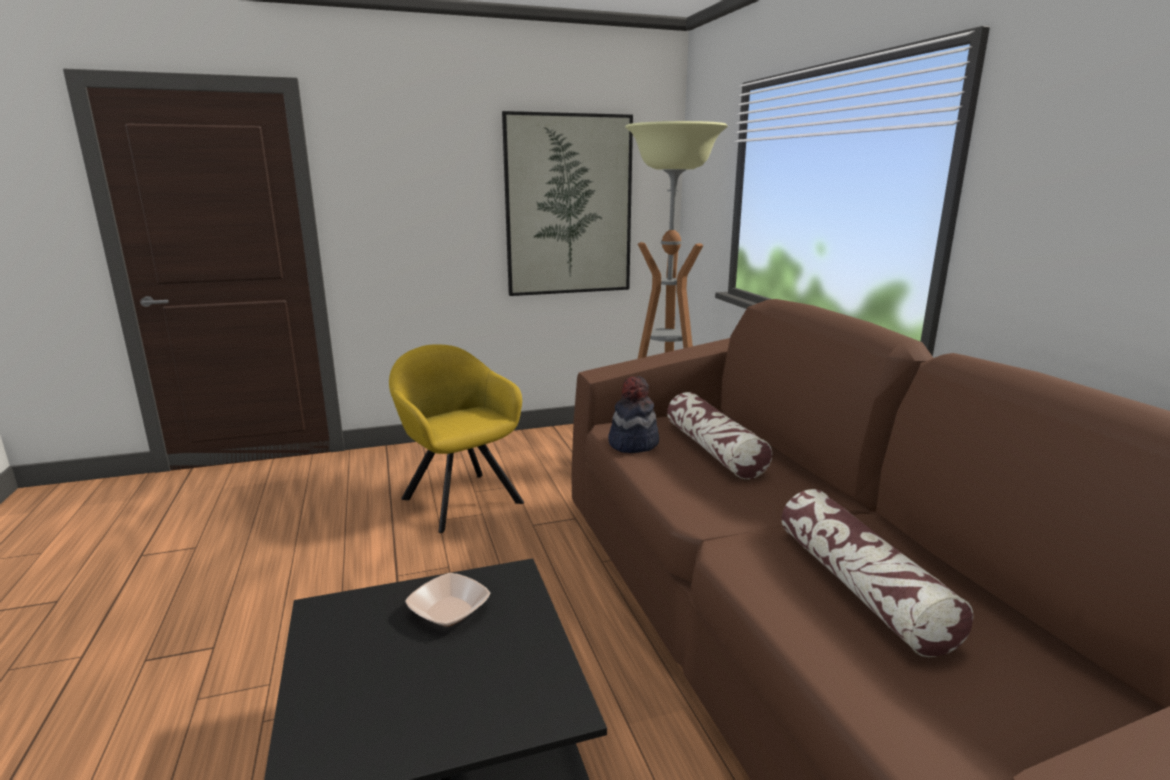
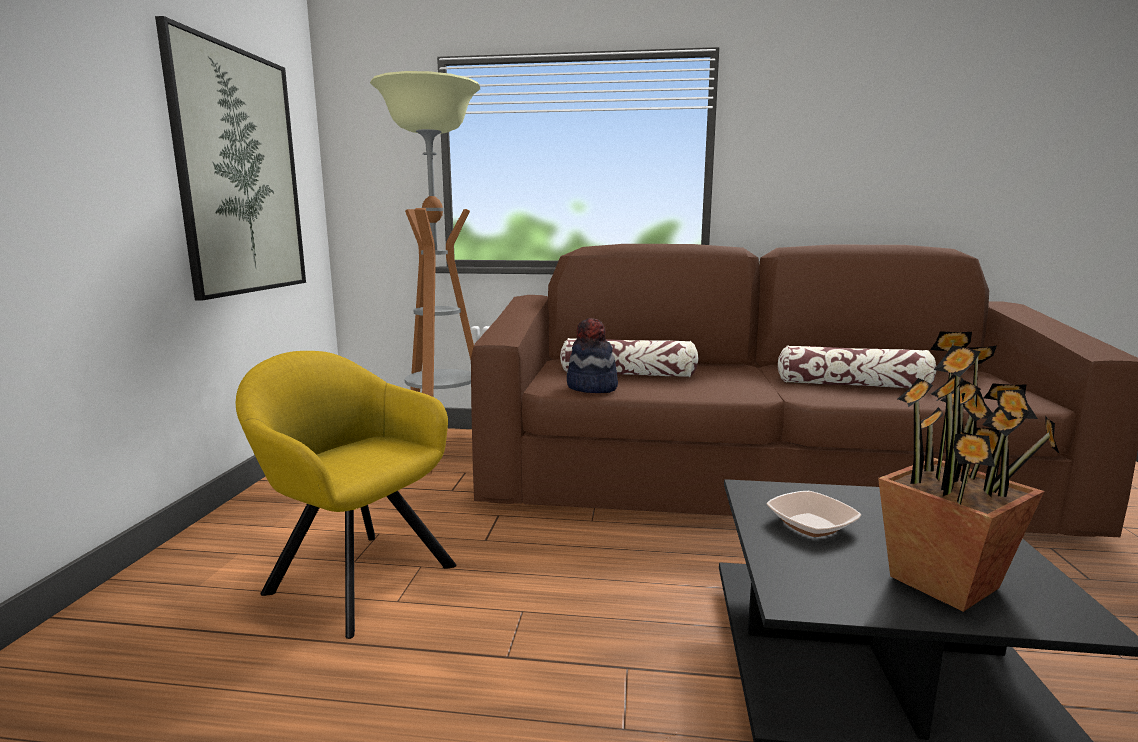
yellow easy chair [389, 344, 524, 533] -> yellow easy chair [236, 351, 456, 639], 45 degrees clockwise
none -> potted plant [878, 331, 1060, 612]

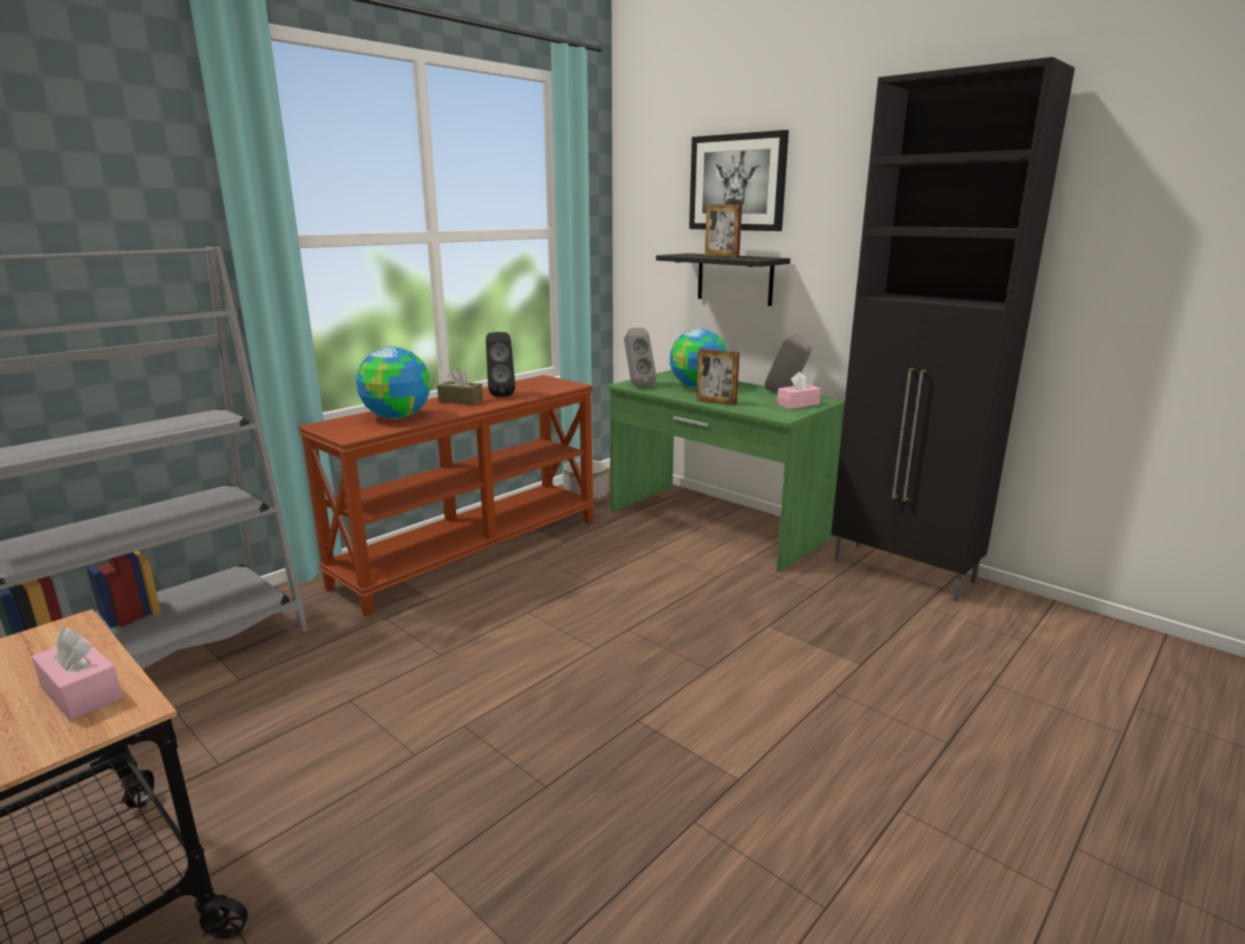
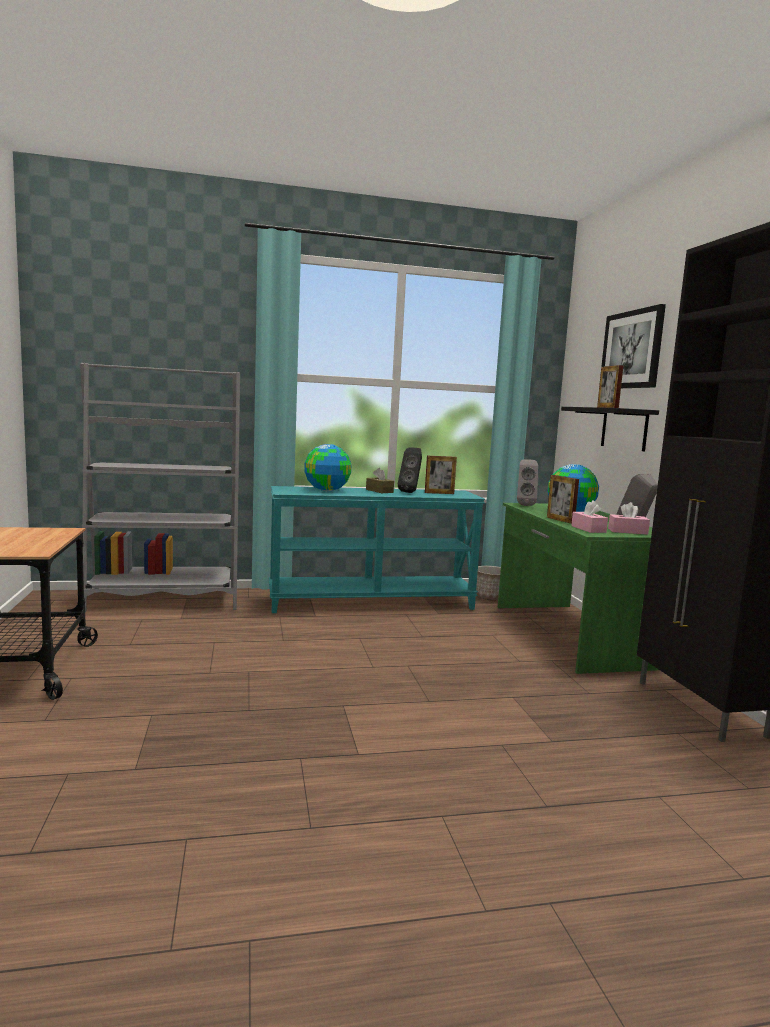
pink-coloured tissue box [32, 627, 123, 720] -> pink-coloured tissue box [571, 500, 608, 533], relocated
brown-coloured narrow table [297, 375, 595, 617] -> blue-green narrow table [269, 486, 485, 613]
none -> photo frame [425, 456, 457, 494]

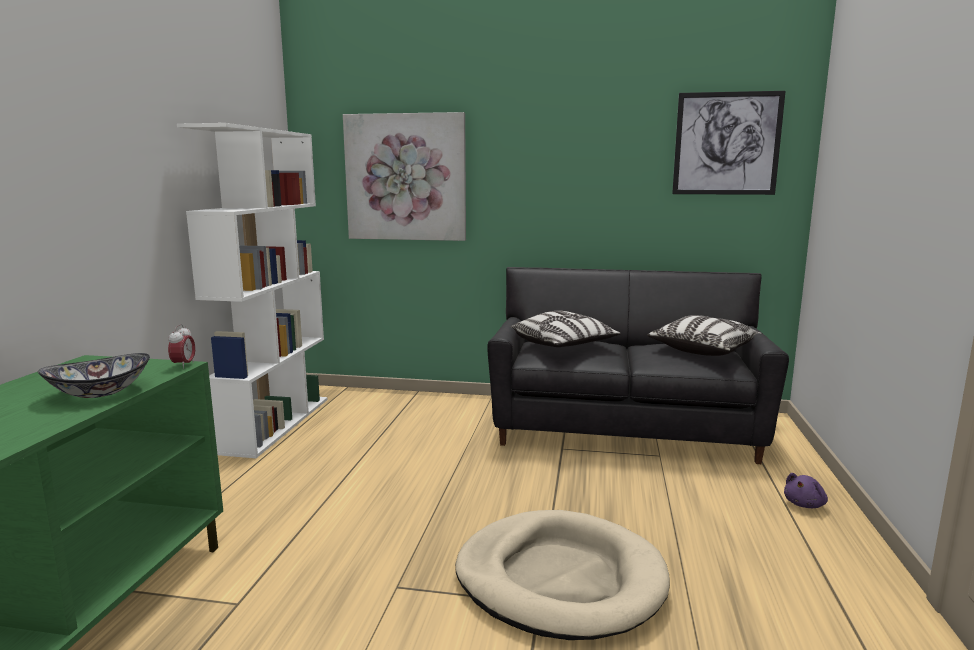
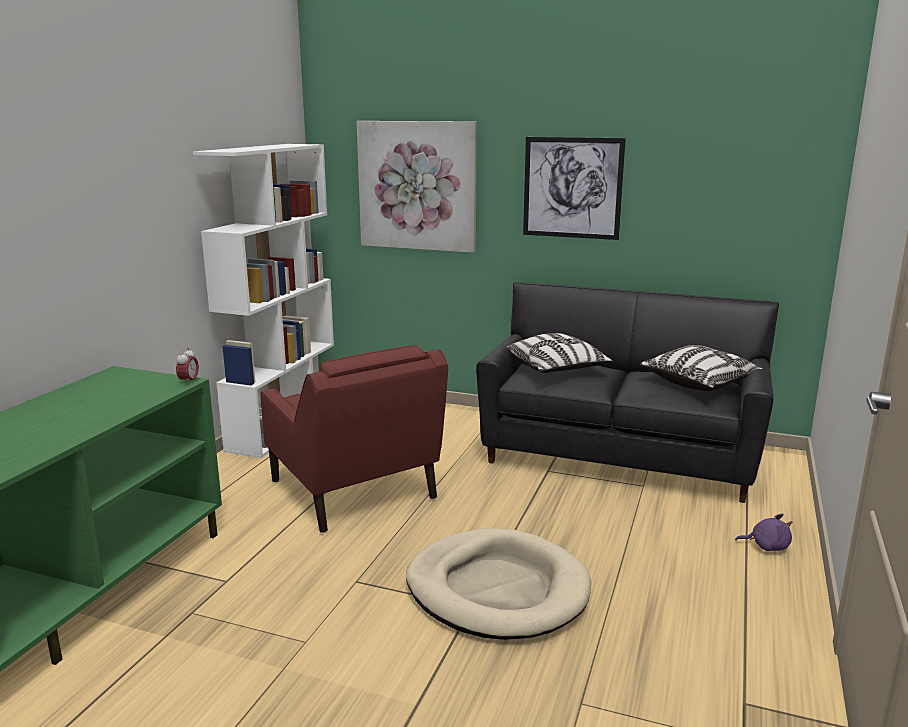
serving bowl [38, 353, 150, 398] -> none
wall picture [672, 91, 786, 195] -> wall picture [523, 137, 626, 240], relocated
purple plush toy [784, 473, 828, 508] -> purple plush toy [735, 513, 792, 551], 135 degrees counterclockwise
none -> red easy chair [260, 345, 448, 533]

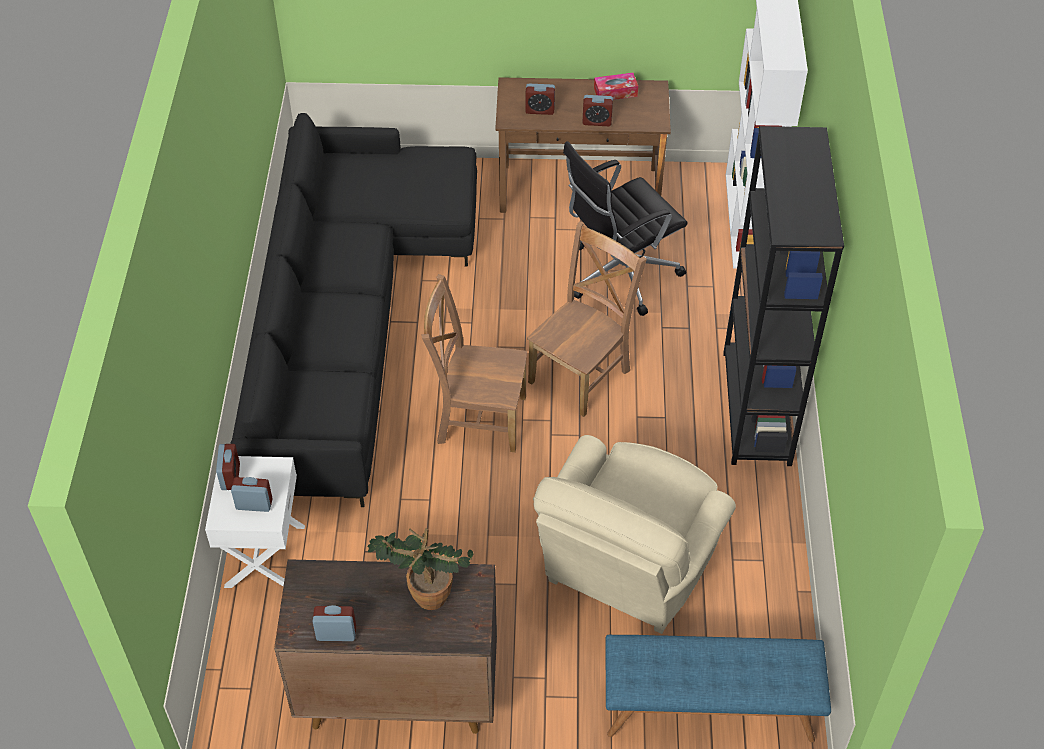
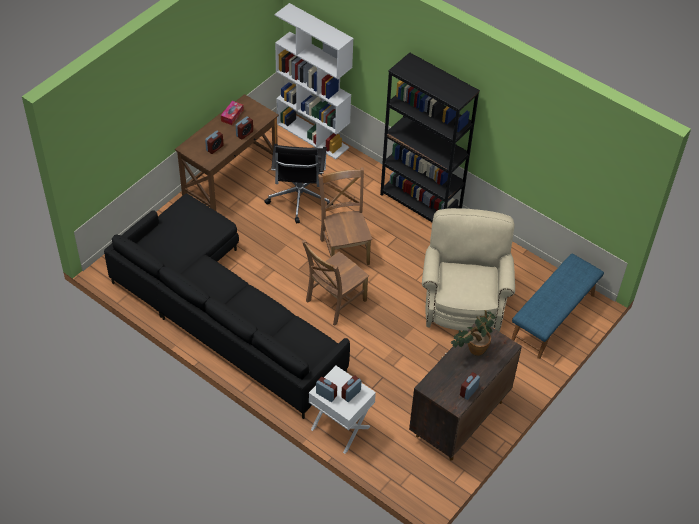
beige easy chair [533, 435, 736, 634] -> beige easy chair [422, 208, 515, 331], 150 degrees counterclockwise

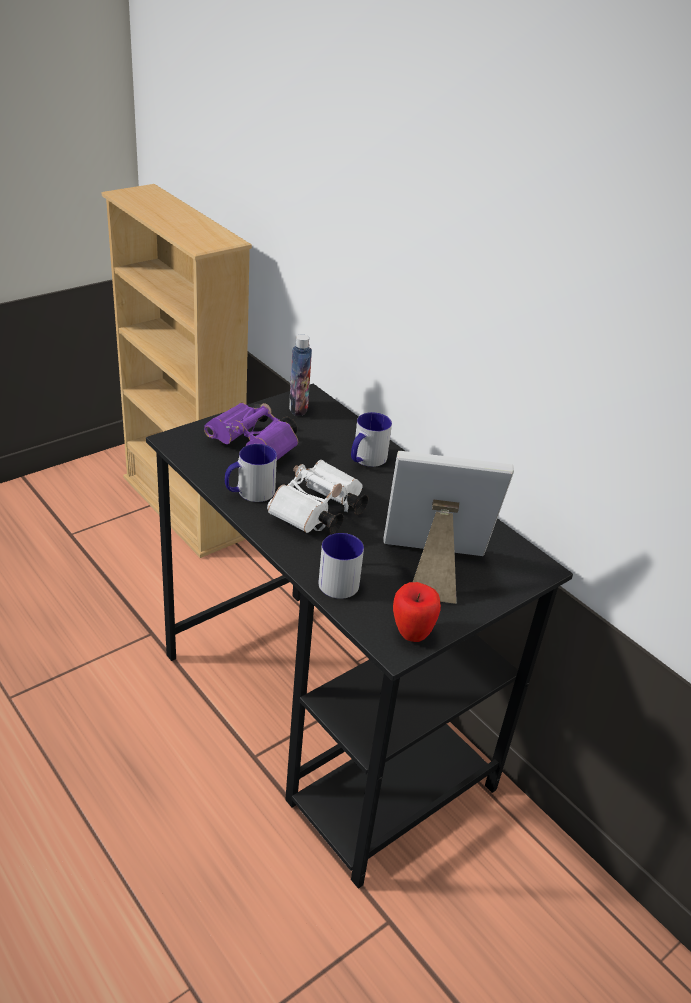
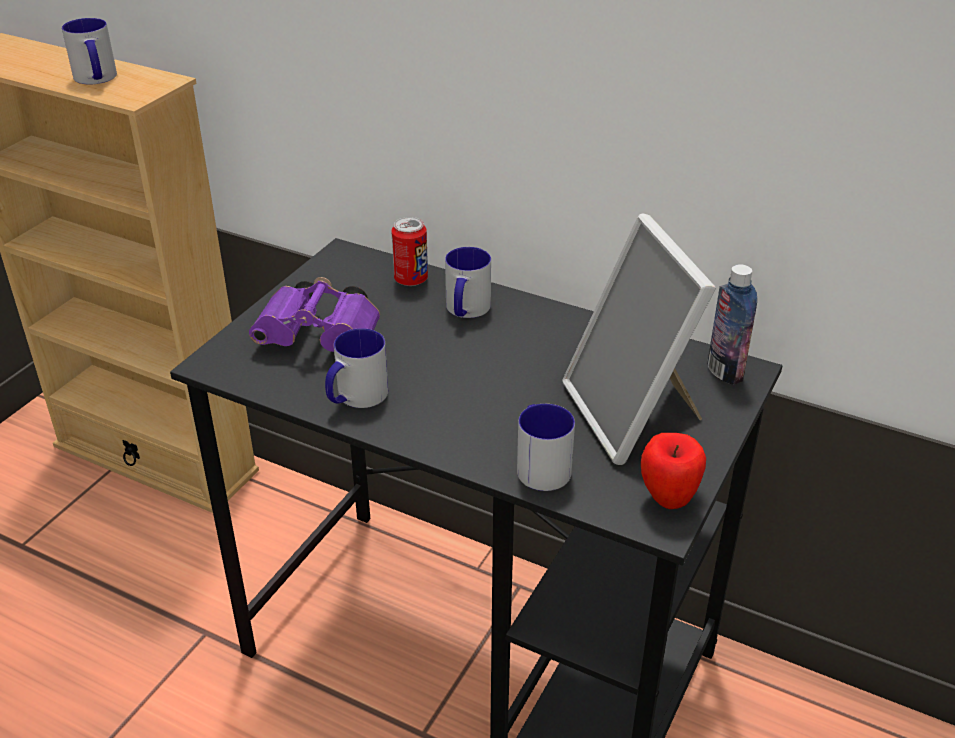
white-coloured binoculars [267, 460, 368, 534] -> none
bottle [289, 334, 312, 416] -> bottle [707, 264, 757, 385], relocated
photo frame [383, 451, 514, 604] -> photo frame [562, 214, 716, 465], 90 degrees counterclockwise
none -> coffee mug [62, 18, 117, 85]
none -> sealed can [391, 217, 428, 286]

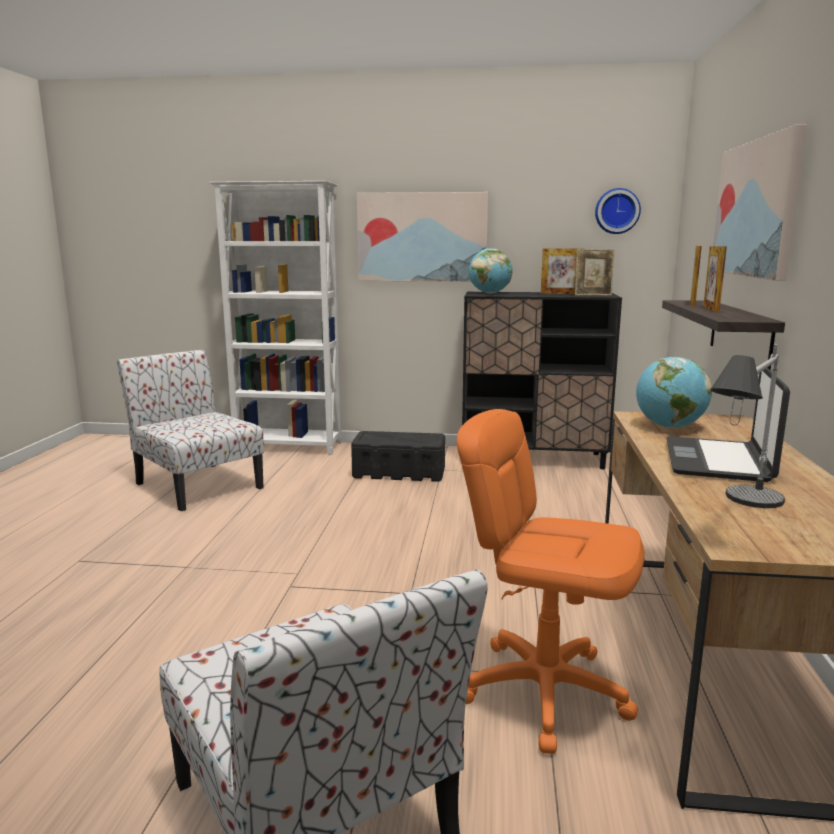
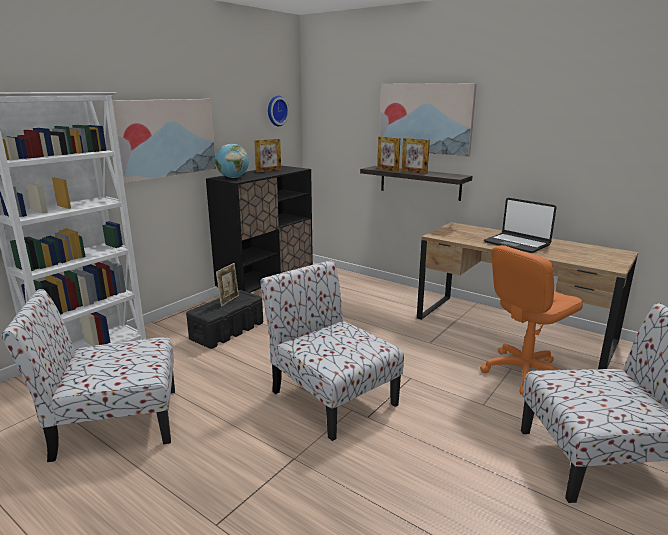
photo frame [575, 249, 615, 296] -> photo frame [216, 263, 239, 306], relocated
desk globe [636, 357, 712, 428] -> none
lamp for a table [710, 344, 785, 508] -> none
none -> chair [260, 260, 404, 441]

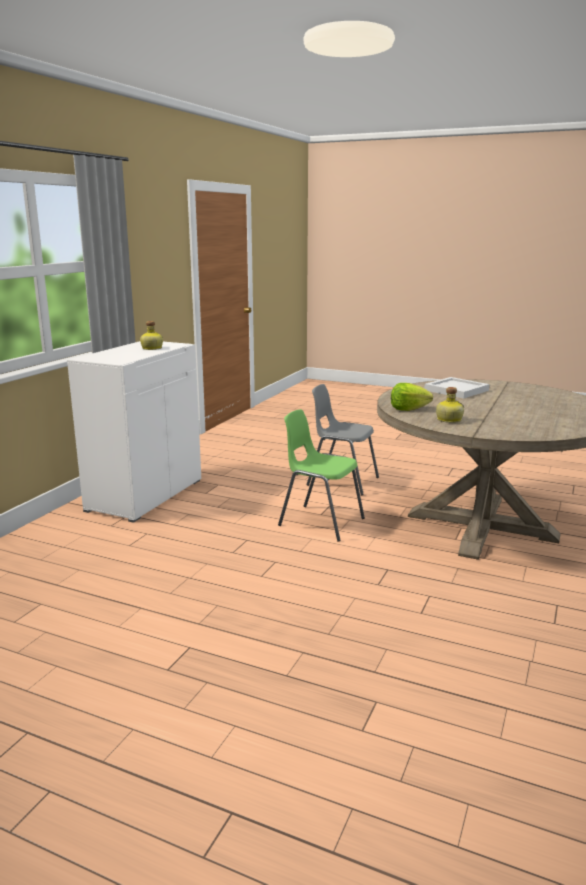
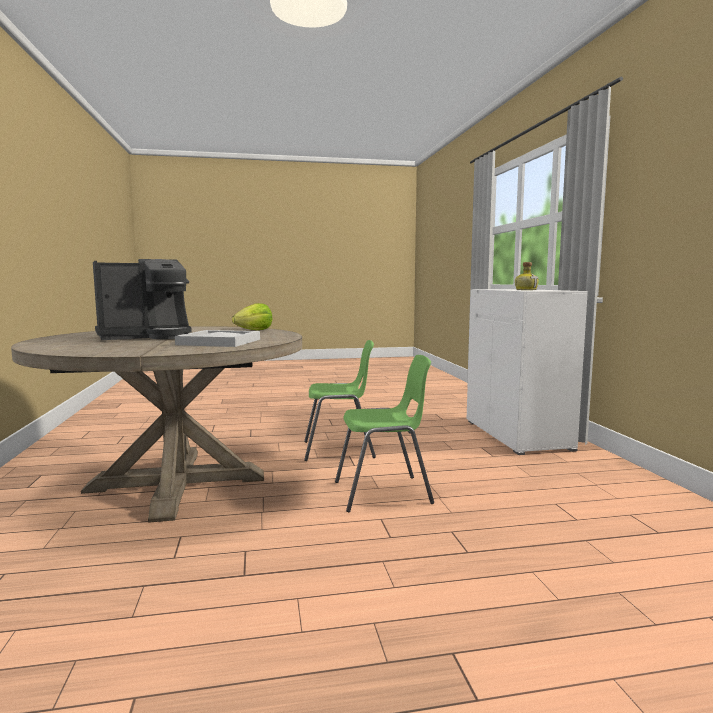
grey chair [307, 384, 379, 495] -> green chair [335, 355, 434, 512]
bottle [436, 387, 464, 423] -> none
none -> coffee maker [93, 259, 192, 340]

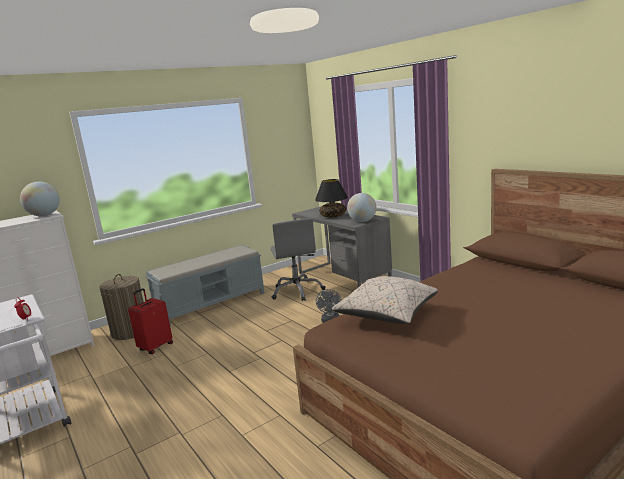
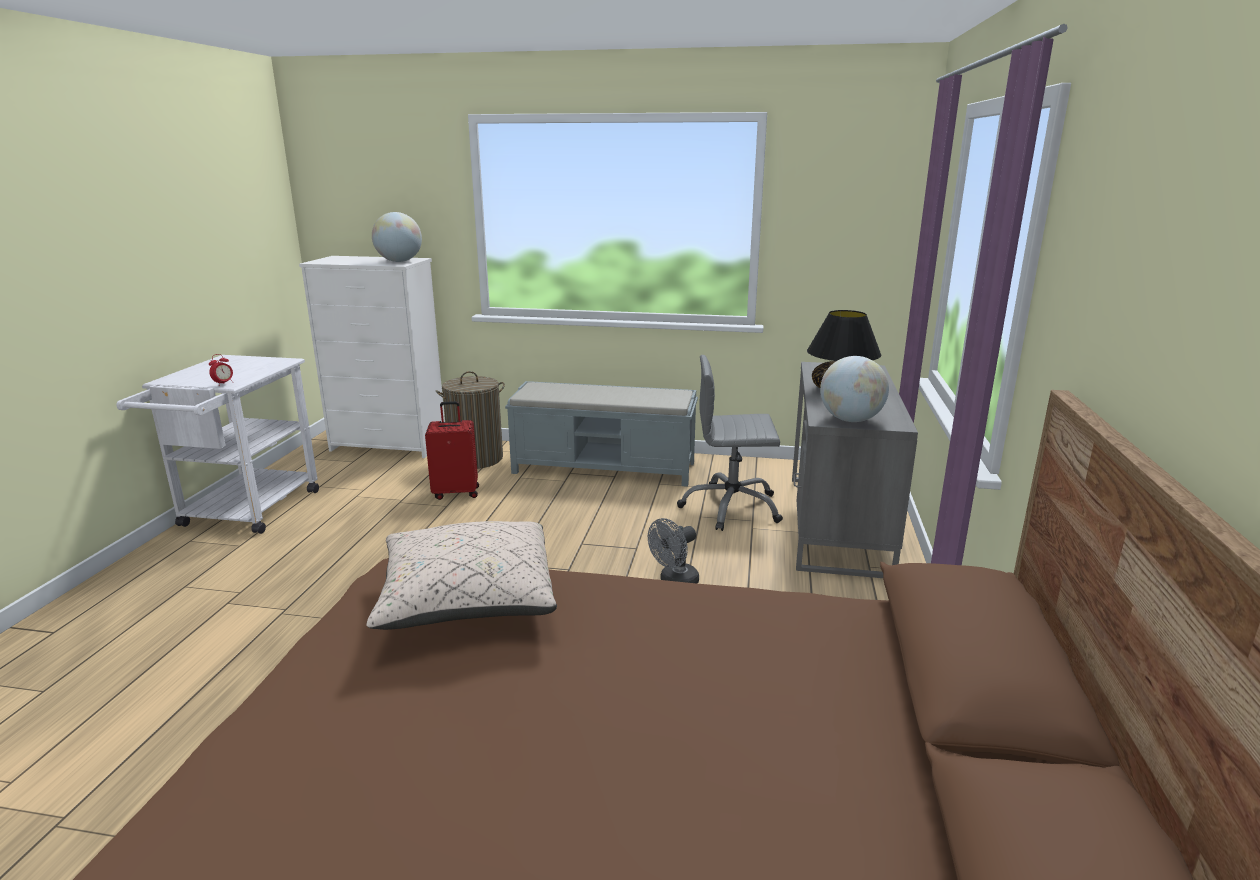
grey computer chair [270, 218, 325, 301] -> grey computer chair [677, 355, 783, 531], 60 degrees clockwise

